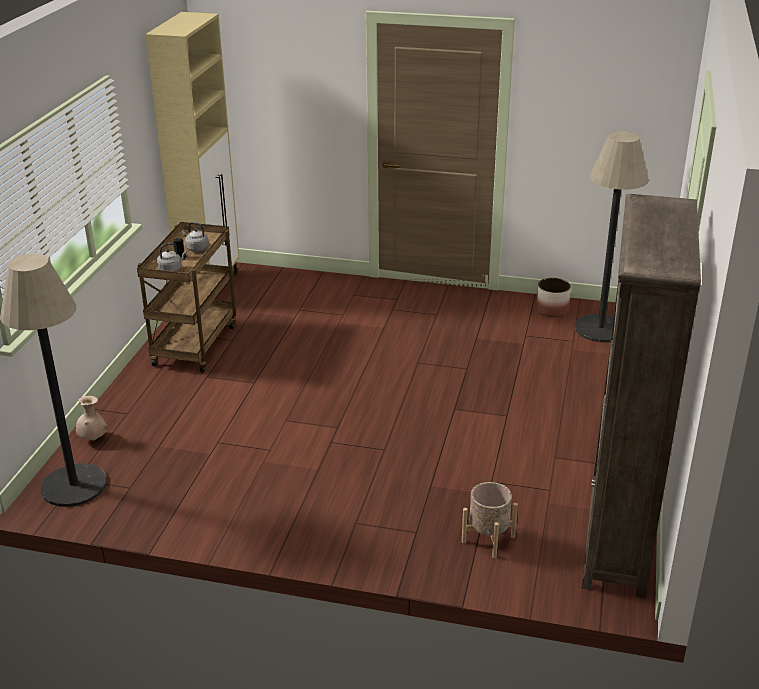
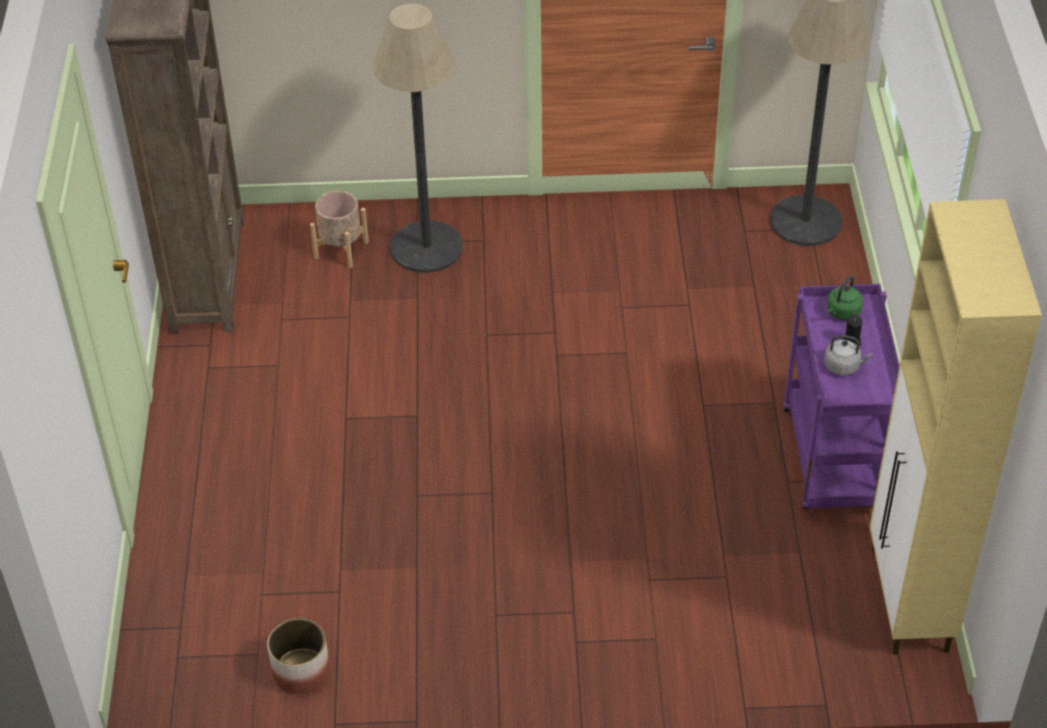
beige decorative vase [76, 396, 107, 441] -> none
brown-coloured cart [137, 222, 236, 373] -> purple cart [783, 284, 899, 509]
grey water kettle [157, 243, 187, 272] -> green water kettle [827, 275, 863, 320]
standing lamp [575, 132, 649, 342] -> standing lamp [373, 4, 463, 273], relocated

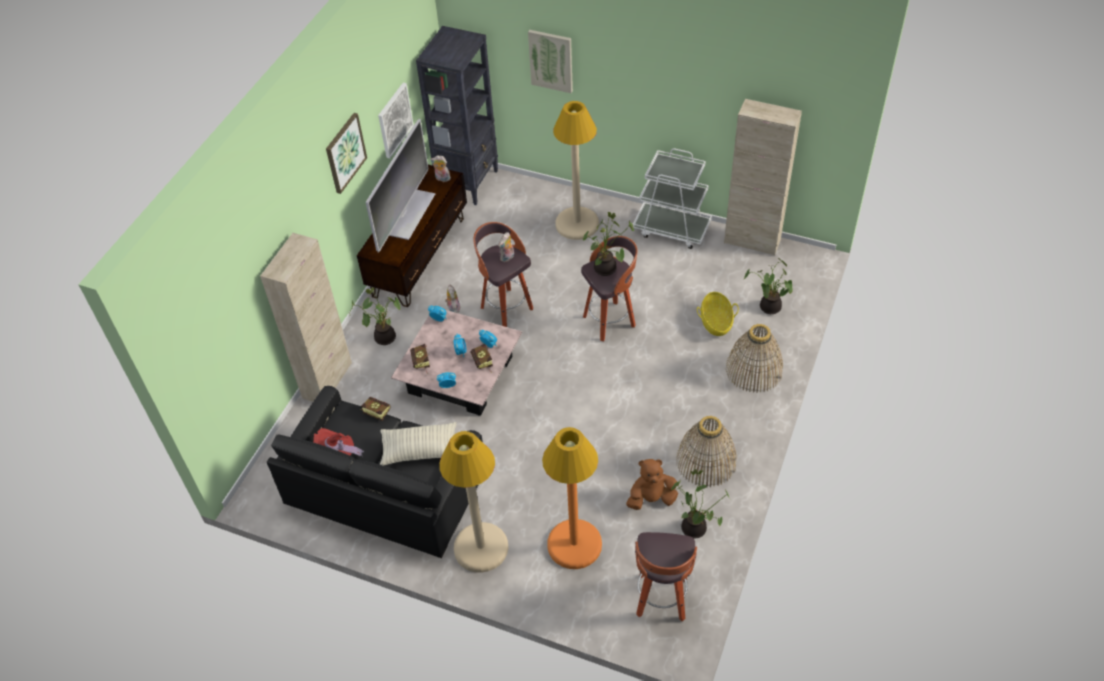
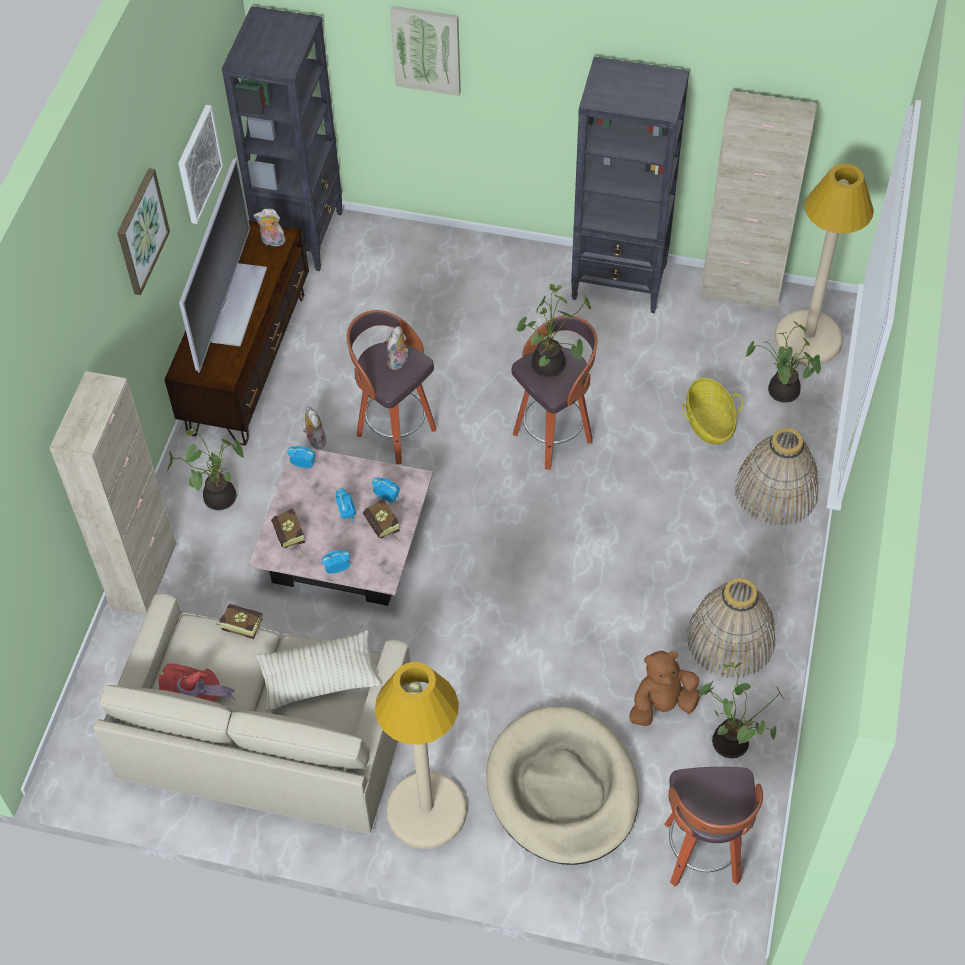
black settee [267, 386, 483, 558] -> beige settee [93, 593, 412, 834]
orangey standing lamp [542, 427, 602, 569] -> beige dog cushion [486, 706, 639, 865]
beige standing lamp [553, 101, 599, 240] -> beige standing lamp [775, 164, 874, 365], relocated
white-coloured cart [633, 148, 712, 249] -> black bookshelf [571, 56, 689, 313]

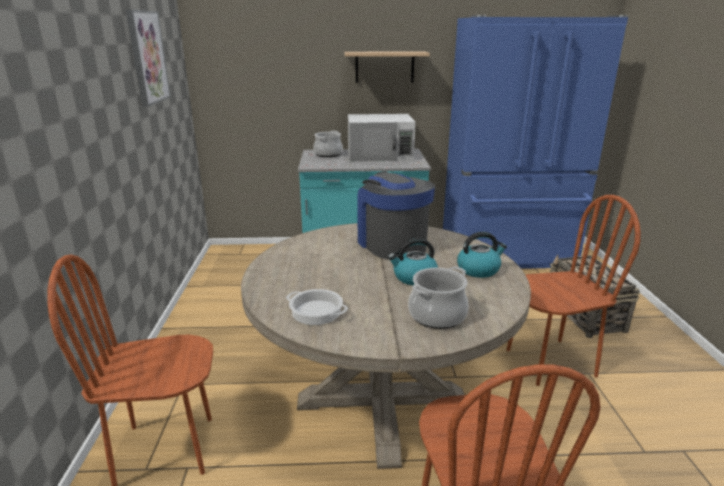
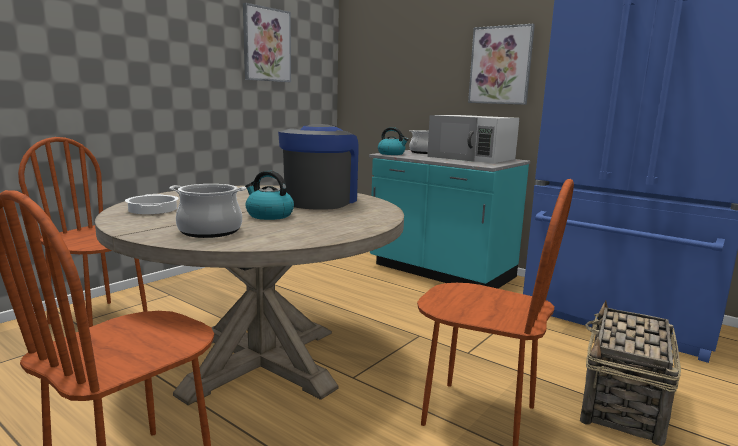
shelf [344, 52, 430, 83] -> wall picture [468, 24, 535, 105]
water kettle [457, 232, 507, 278] -> water kettle [378, 127, 409, 155], relocated

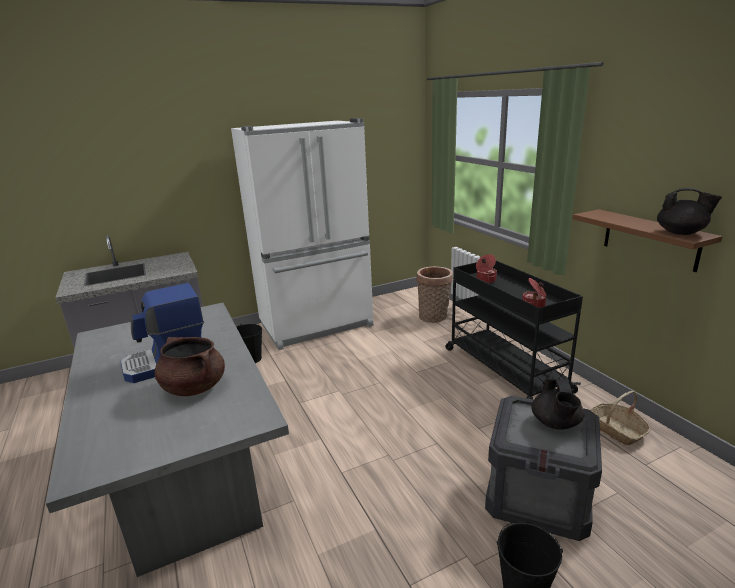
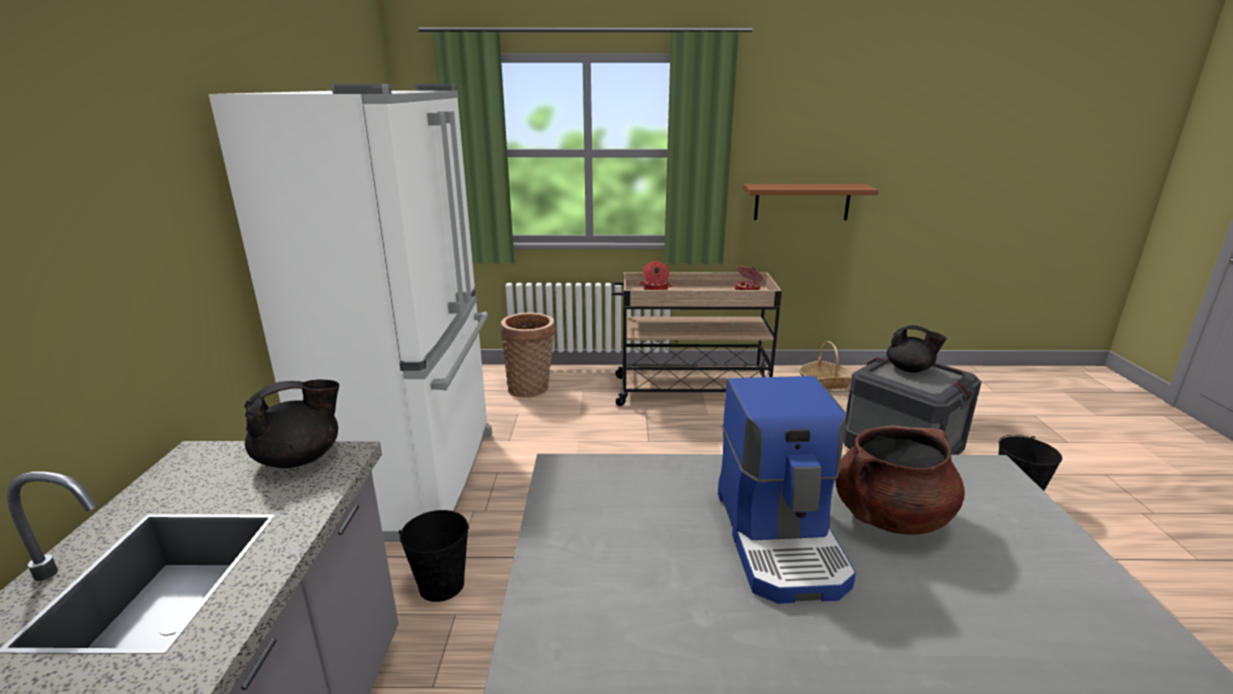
black cart [445, 261, 583, 399] -> beige cart [611, 272, 782, 406]
black tea pot [657, 188, 722, 235] -> black tea pot [244, 379, 339, 468], relocated

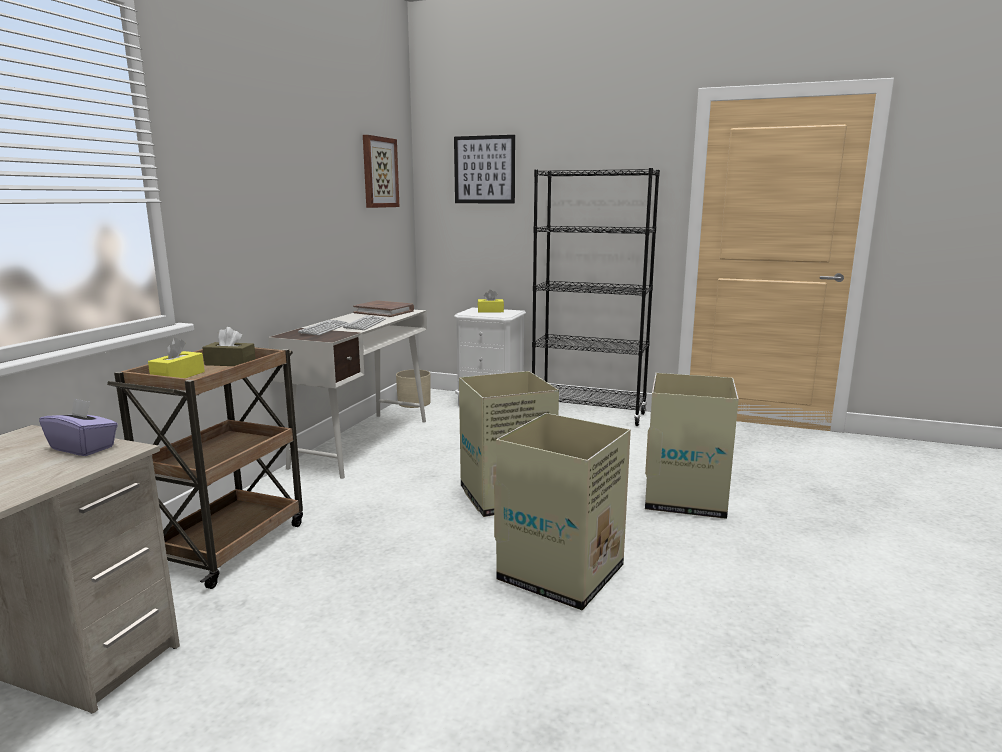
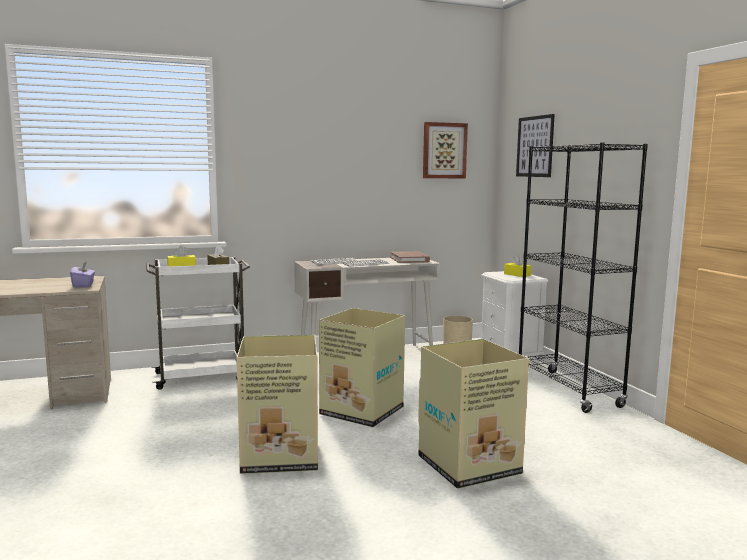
brown-coloured cart [107, 347, 303, 589] -> white-coloured cart [146, 257, 250, 390]

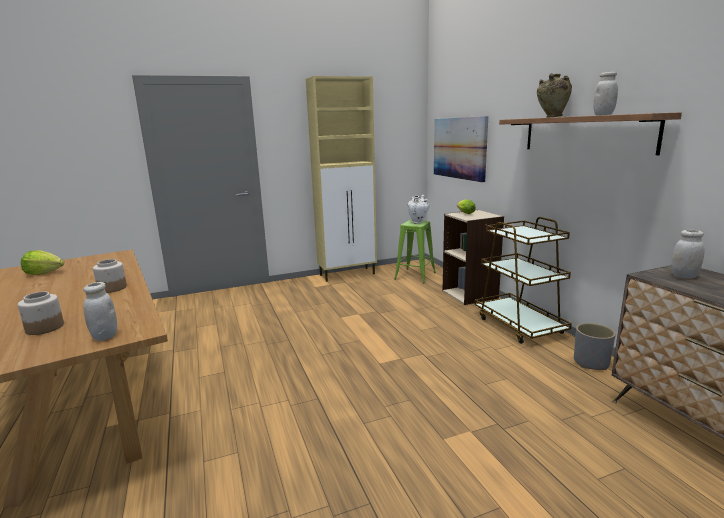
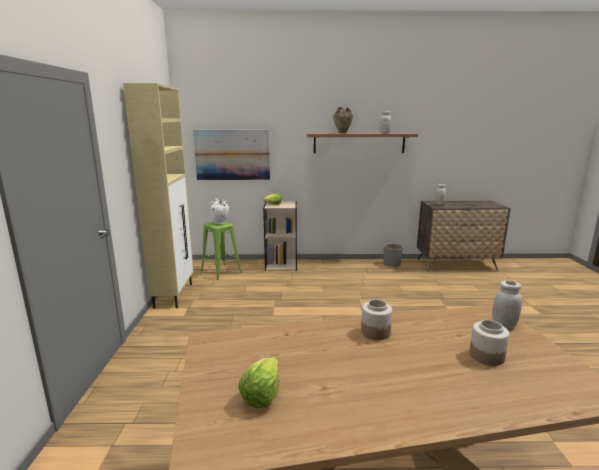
brown-coloured cart [474, 217, 572, 344] -> none

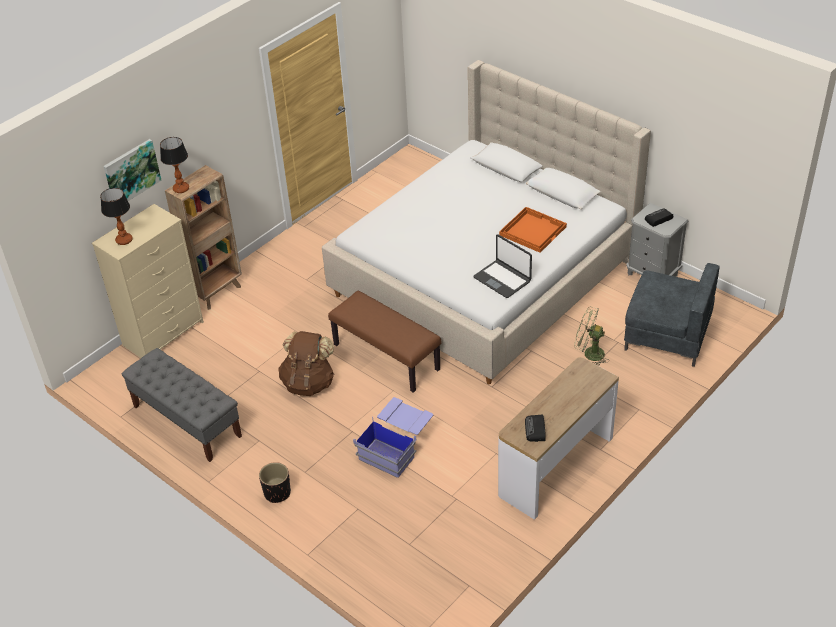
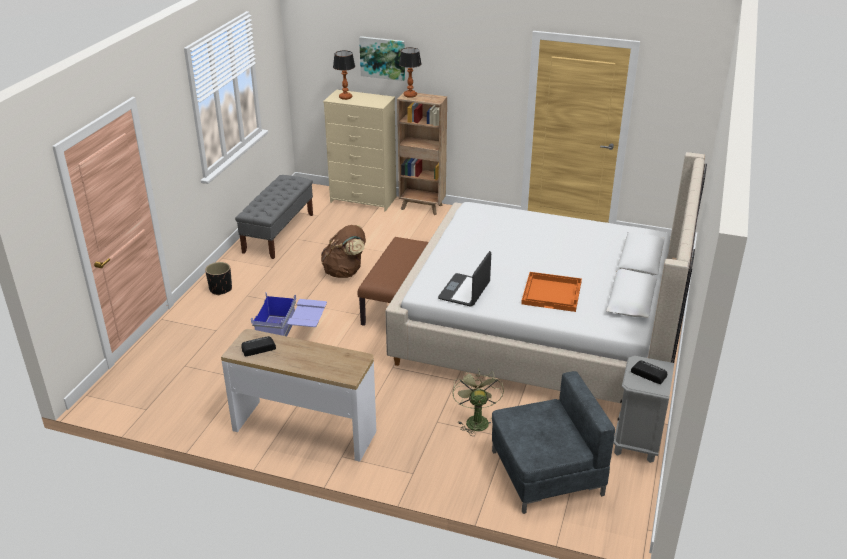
grey easy chair [624, 263, 720, 367] -> grey easy chair [492, 371, 615, 514], 105 degrees counterclockwise

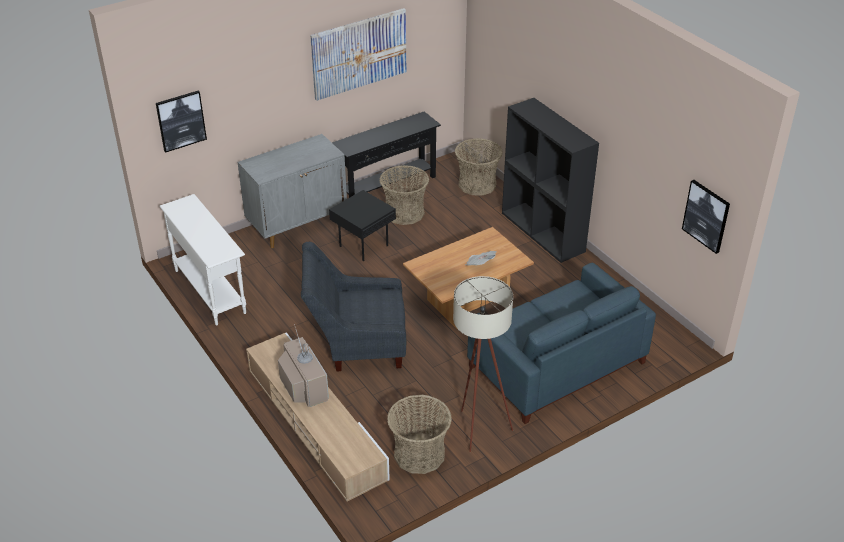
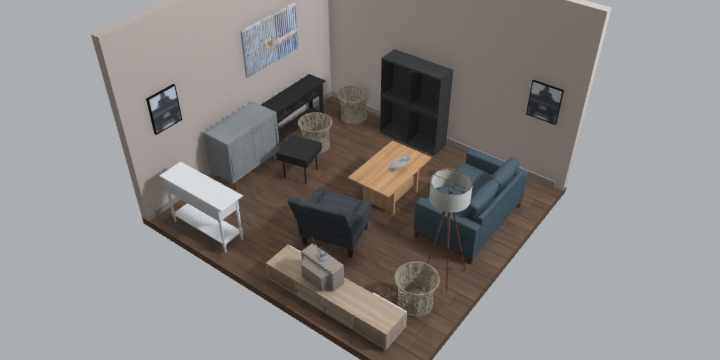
grey easy chair [301, 242, 406, 371] -> grey easy chair [288, 187, 371, 258], 45 degrees counterclockwise

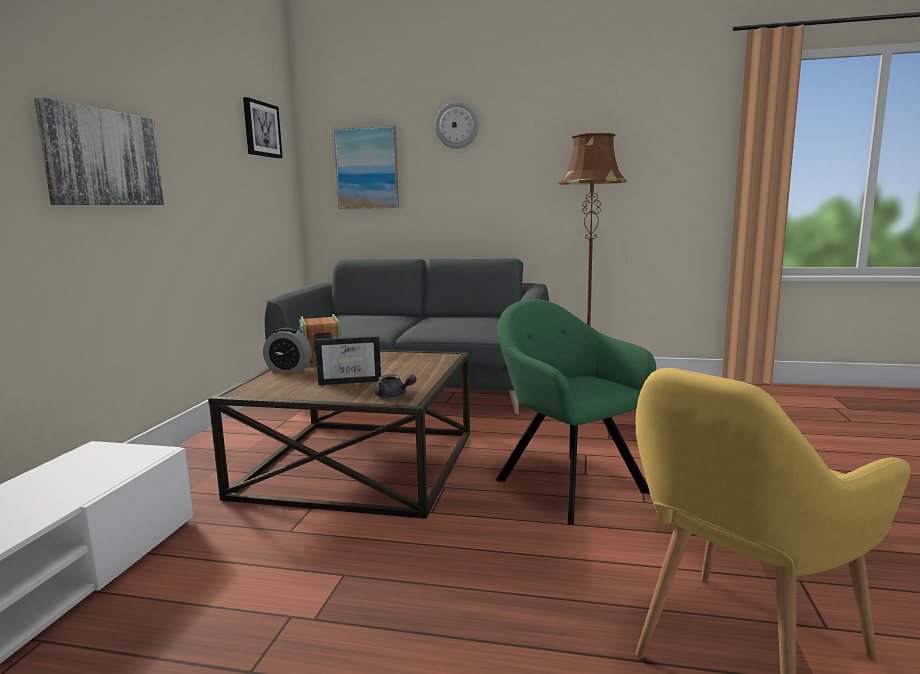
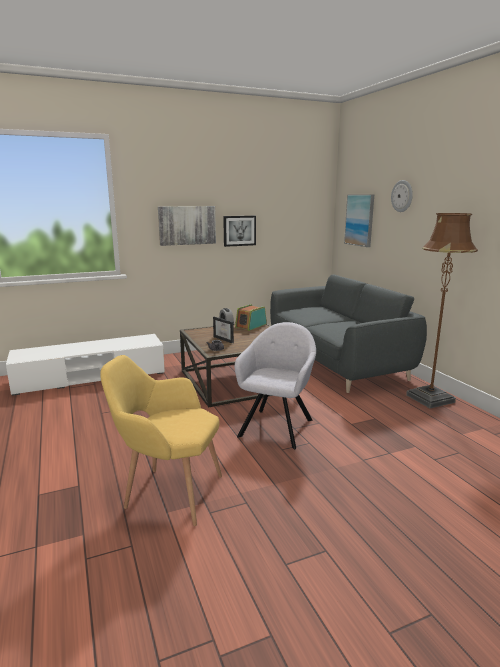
wall picture [243, 97, 283, 158] -> wall picture [223, 216, 256, 247], relocated
green easy chair [496, 299, 656, 525] -> grey easy chair [235, 322, 316, 449]

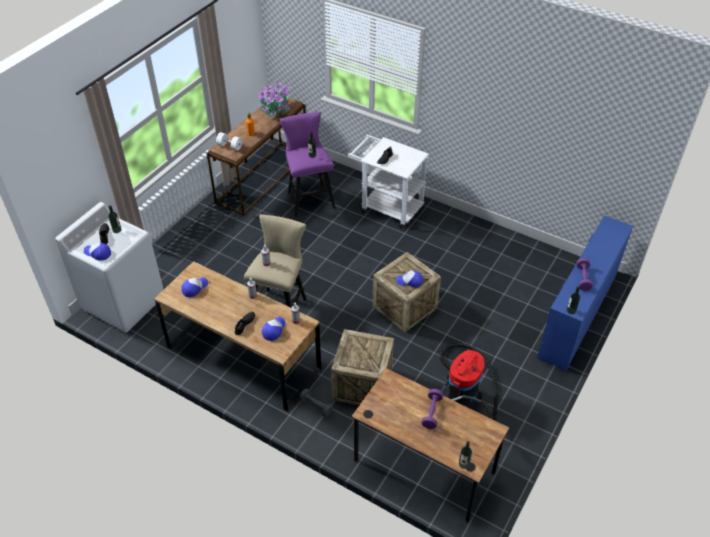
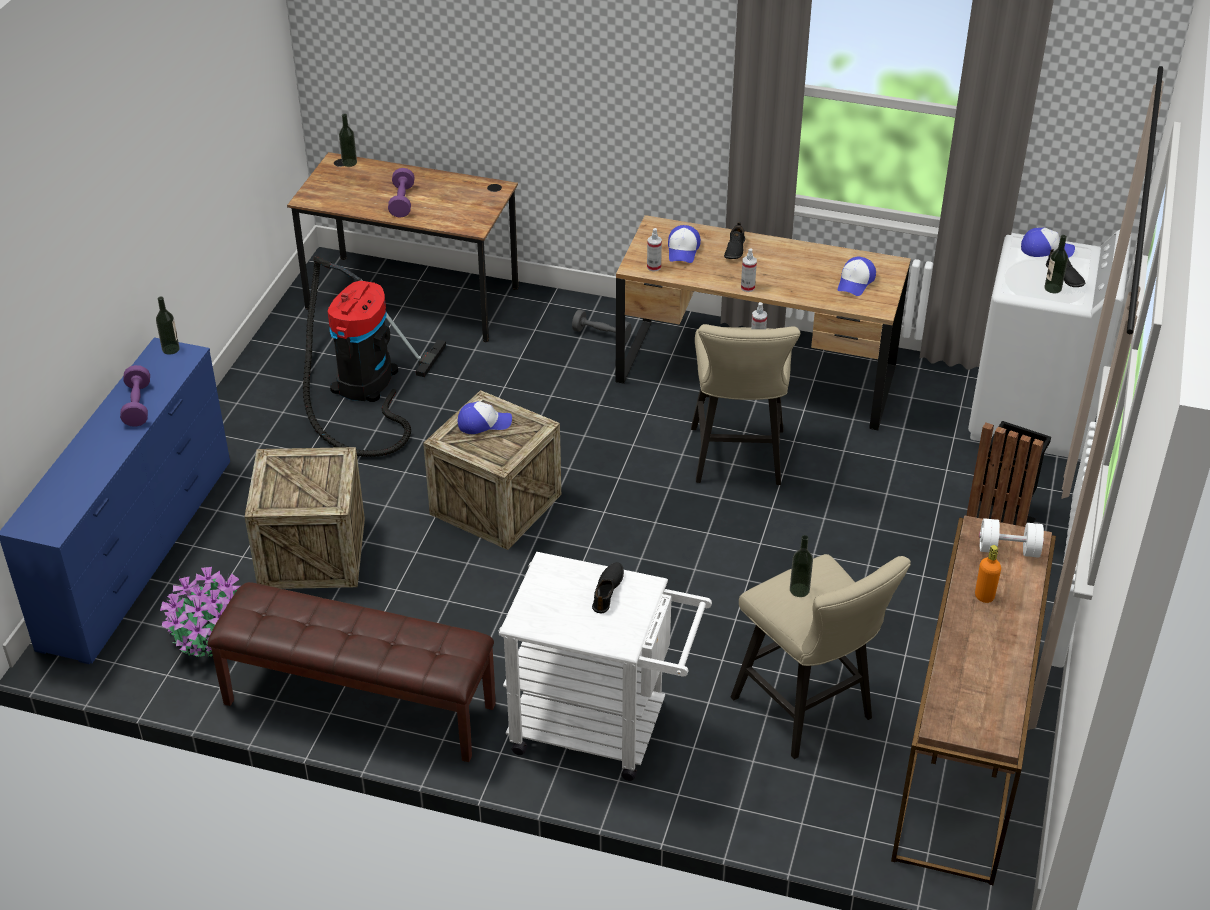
potted plant [257, 82, 290, 118] -> potted plant [160, 567, 240, 657], relocated
purple stool [279, 112, 335, 217] -> beige stool [731, 554, 911, 759]
packing crate [331, 329, 394, 405] -> packing crate [245, 447, 365, 589], relocated
none -> brown-coloured long seat [208, 582, 496, 762]
none -> black trash can [966, 421, 1051, 527]

